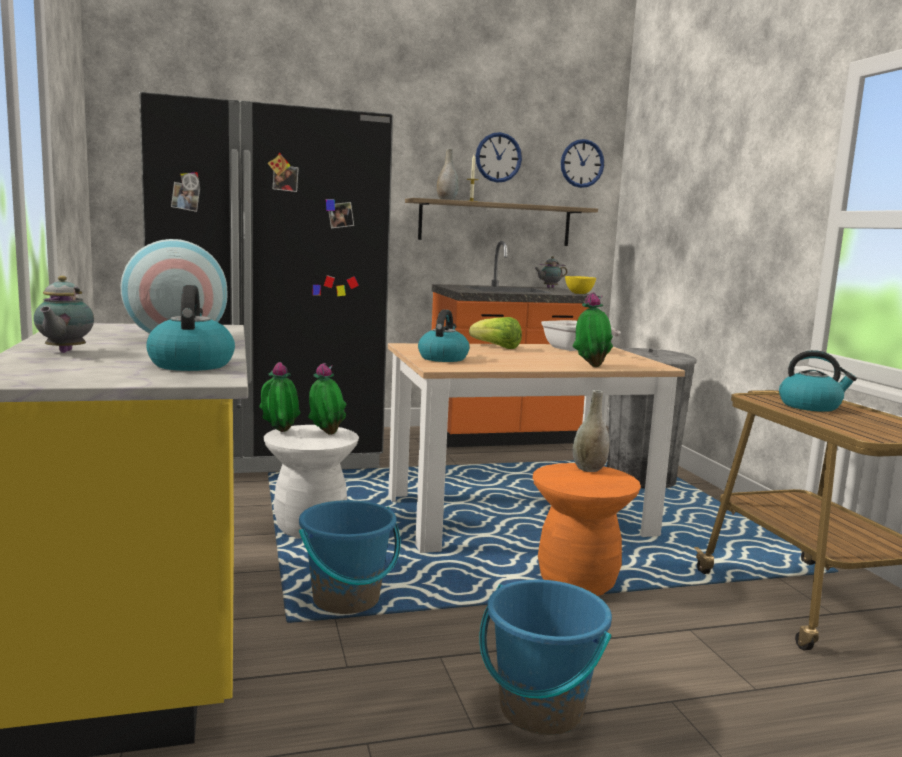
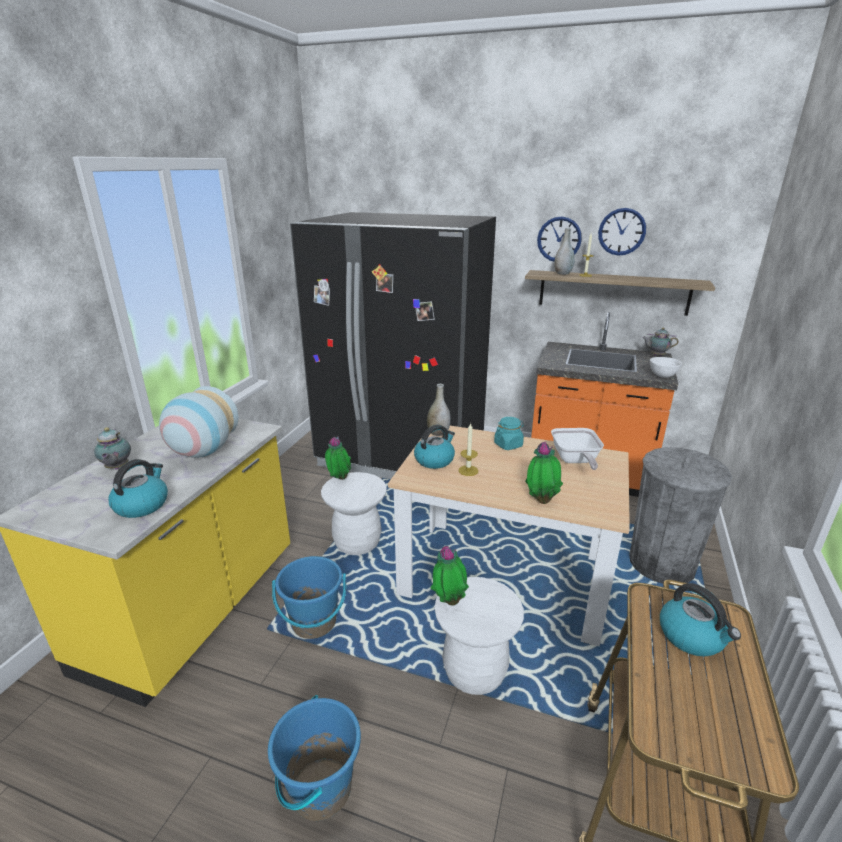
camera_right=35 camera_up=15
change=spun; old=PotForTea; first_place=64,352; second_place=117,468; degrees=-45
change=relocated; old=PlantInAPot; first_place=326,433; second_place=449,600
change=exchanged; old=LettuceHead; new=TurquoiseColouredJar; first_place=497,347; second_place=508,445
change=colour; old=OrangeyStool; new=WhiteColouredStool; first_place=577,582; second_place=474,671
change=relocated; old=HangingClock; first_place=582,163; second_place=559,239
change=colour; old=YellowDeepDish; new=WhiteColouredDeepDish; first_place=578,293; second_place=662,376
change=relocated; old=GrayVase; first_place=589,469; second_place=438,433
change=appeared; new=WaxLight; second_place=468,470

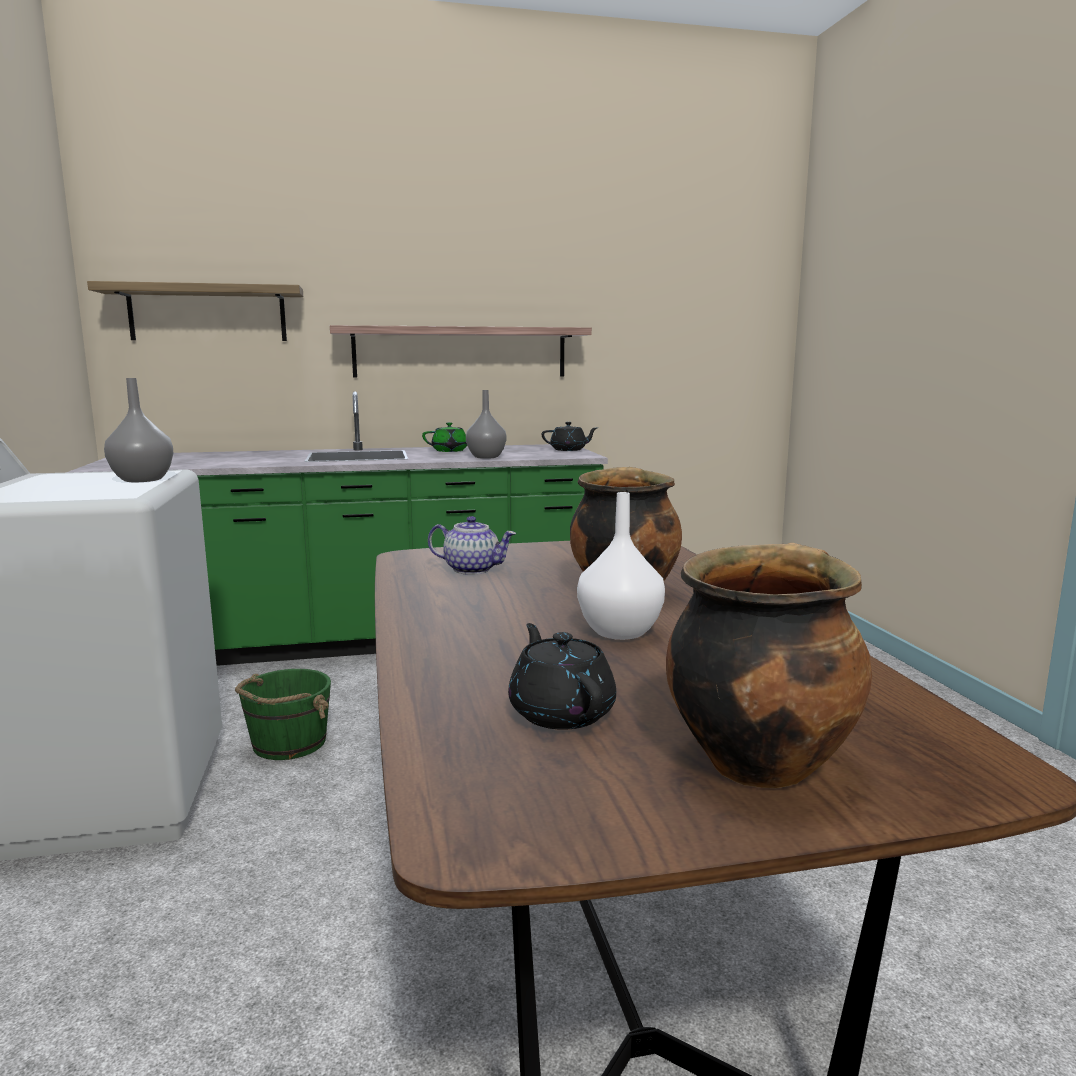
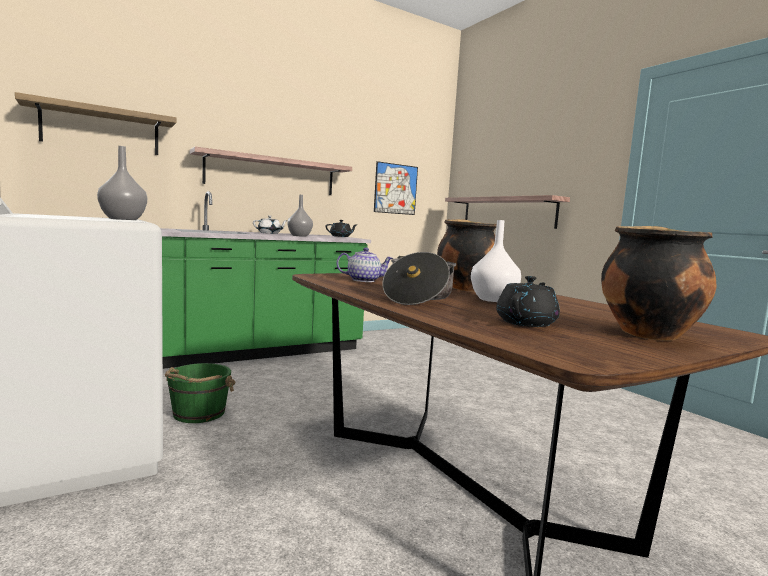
camera_right=-20 camera_up=-5
change=colour; old=GreenPotForTea; new=WhiteColouredPotForTea; first_place=451,451; second_place=270,233
change=spun; old=BlackColouredPotForTea; first_place=561,712; second_place=526,323; degrees=75
change=appeared; new=WallPicture; second_place=395,189
change=appeared; new=CookingPot; second_place=418,297
change=appeared; new=WallShelf; second_place=507,212

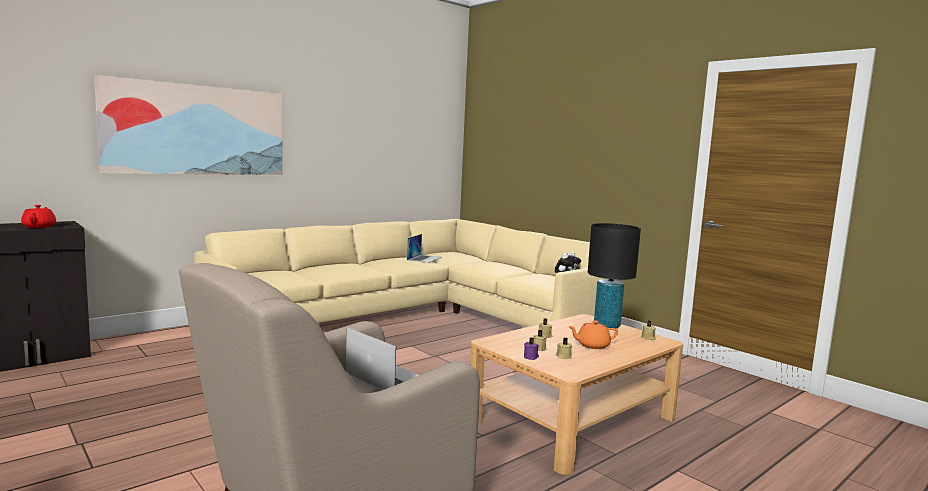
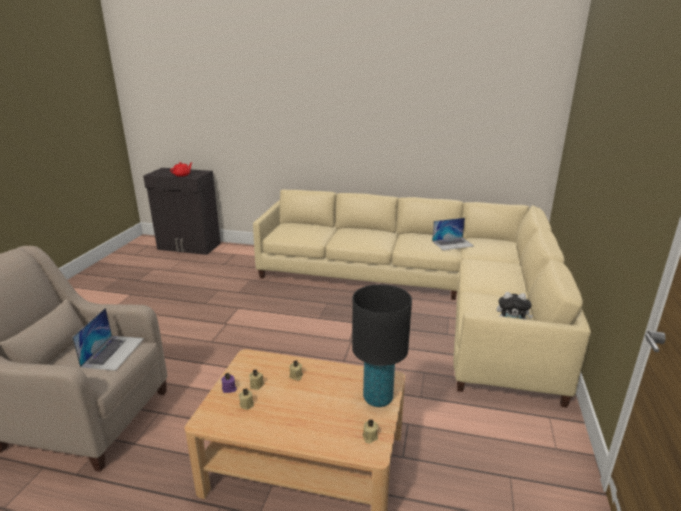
camera_right=55 camera_up=15
change=missing; old=WallPicture; first_place=197,130
change=missing; old=OrangeyPotForTea; first_place=592,345

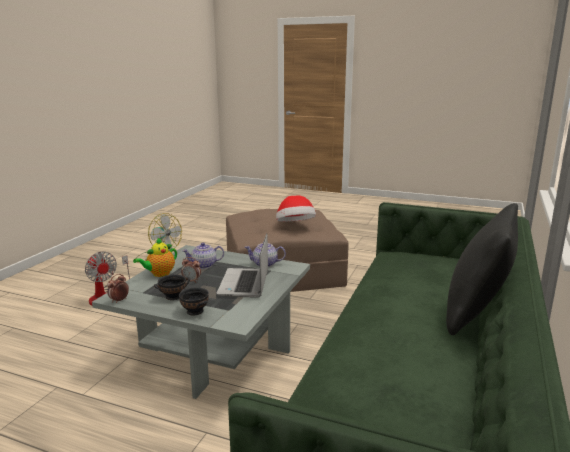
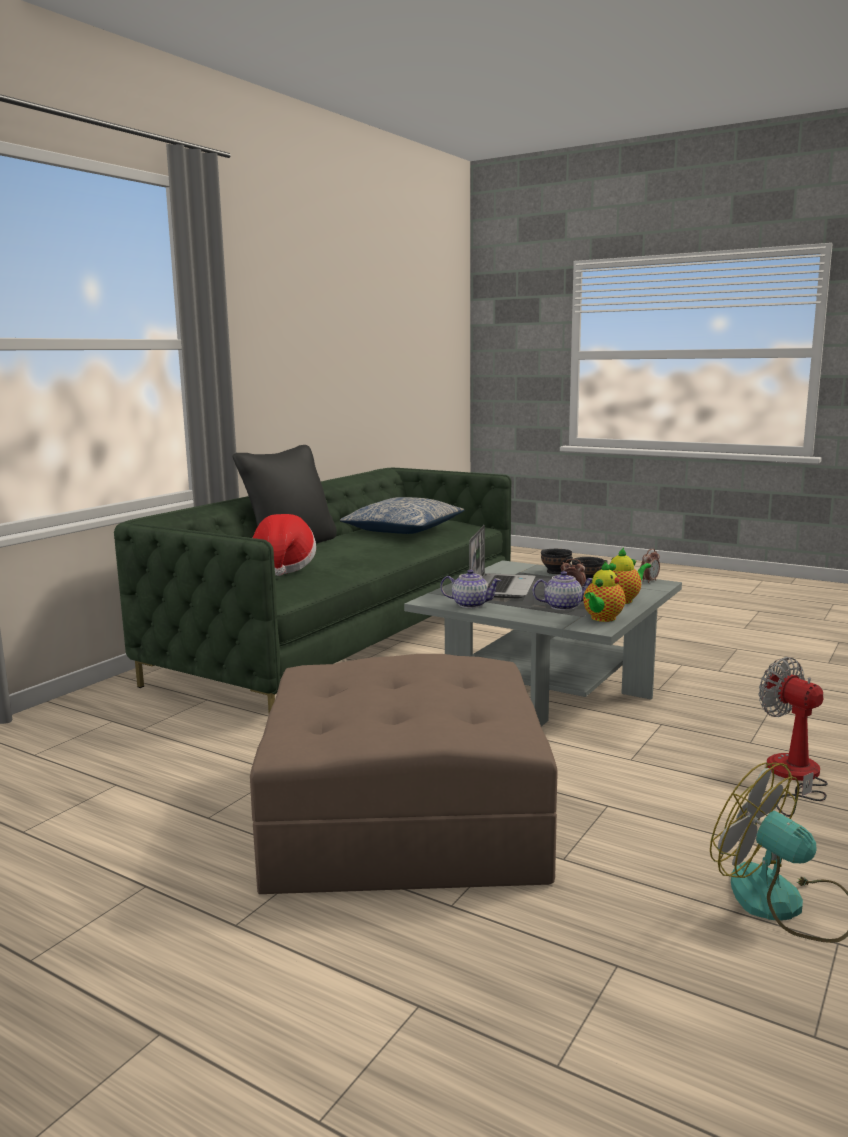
camera_right=-170 camera_up=-5
change=relocated; old=Hat; first_place=295,226; second_place=283,567
change=appeared; new=Pillow; second_place=403,529
change=appeared; new=PotForTea; second_place=602,619

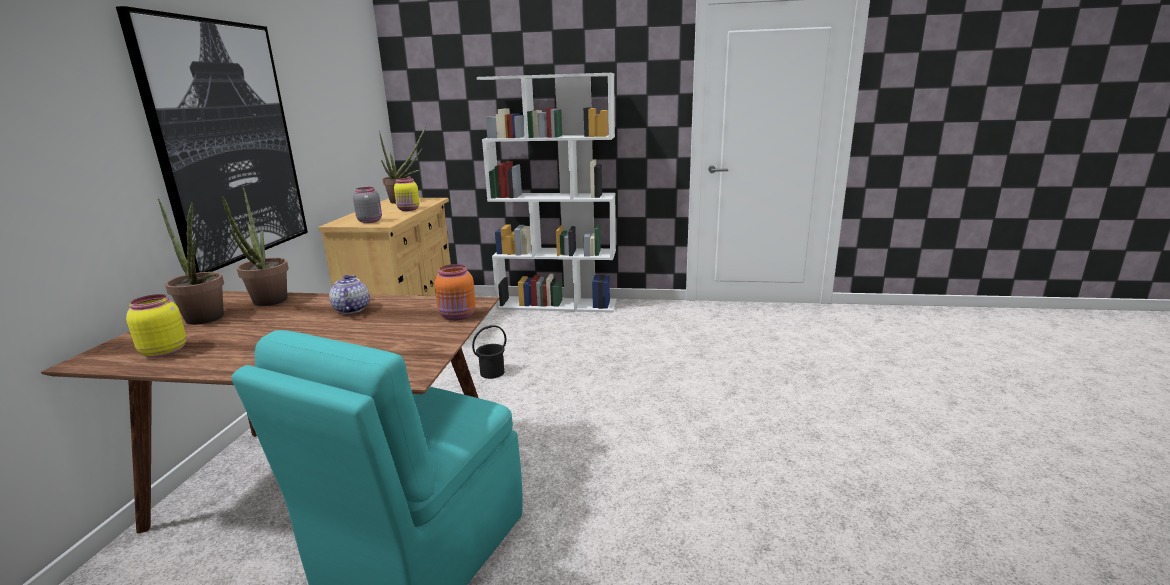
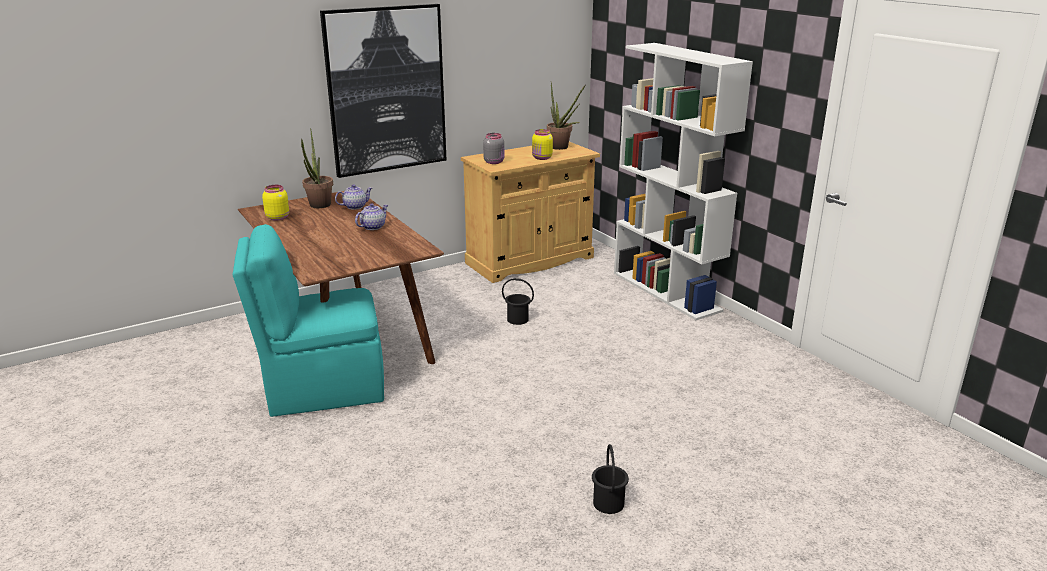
camera_right=50 camera_up=5
change=exchanged; old=PlantInAPot; new=PotForTea; first_place=268,303; second_place=355,206
change=missing; old=OrangeyJar; first_place=458,316
change=appeared; new=BlackColouredPail; second_place=609,503

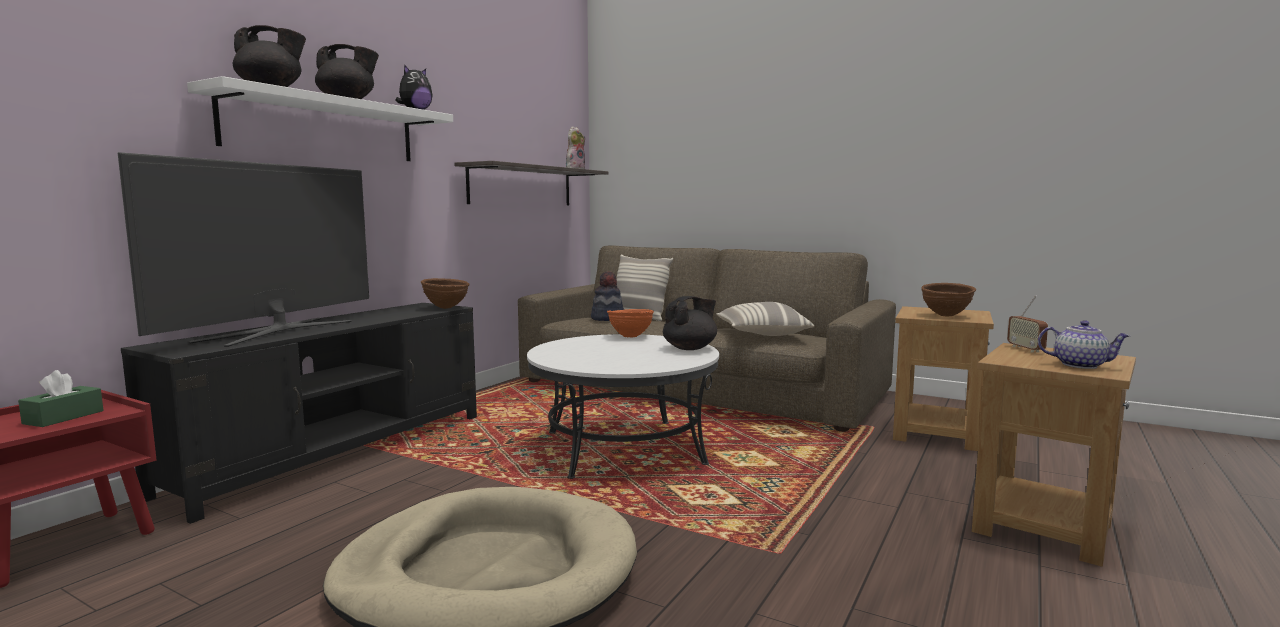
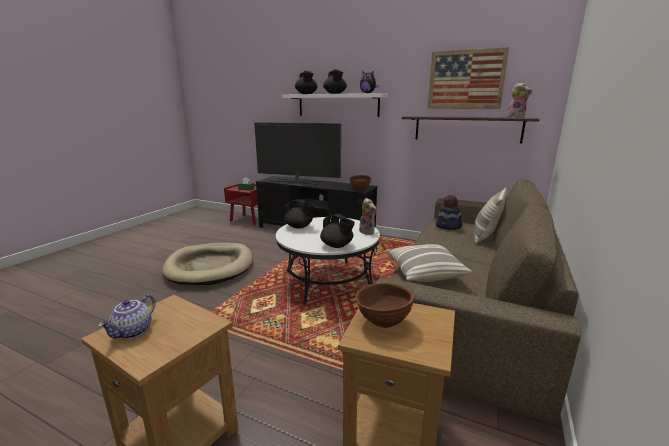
camera_right=85 camera_up=10
change=exchanged; old=OrangeyDeepDish; new=PlushToy; first_place=630,337; second_place=368,232
change=missing; old=RadioSet; first_place=1026,349
change=appeared; new=BlackColouredPotForTea; second_place=299,227
change=appeared; new=WallPicture; second_place=466,79

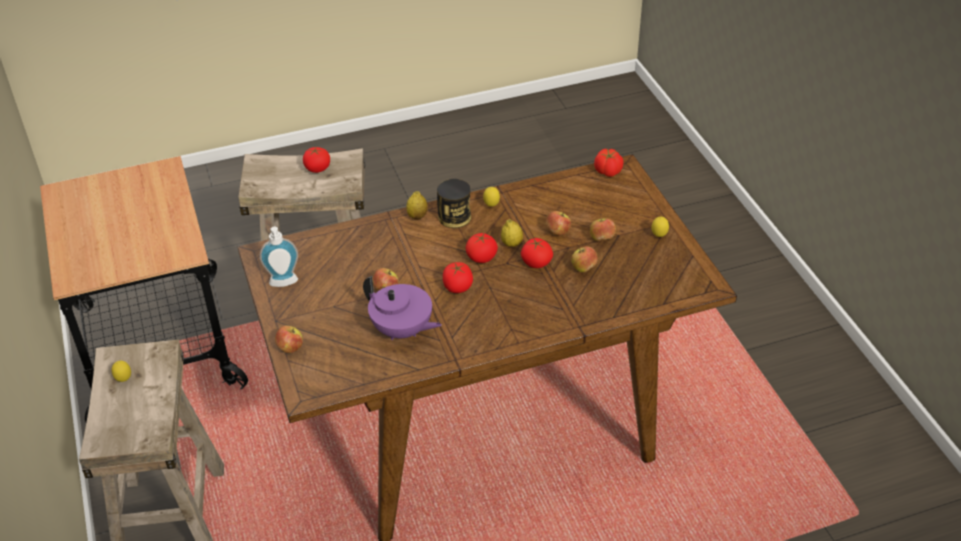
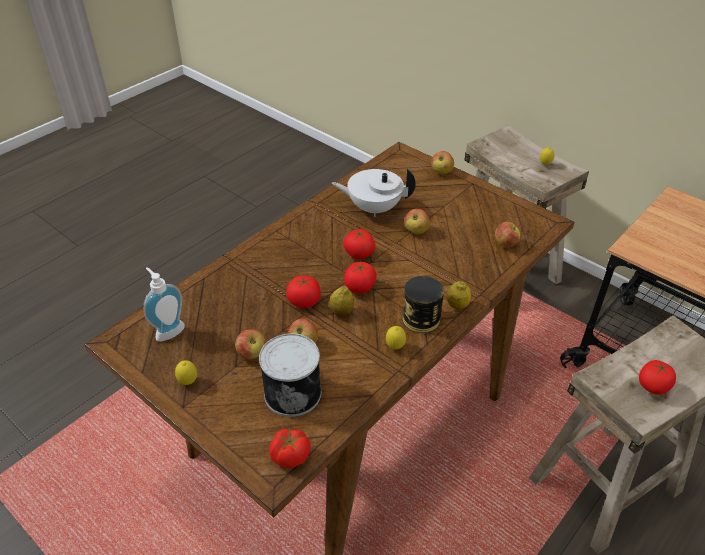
camera_right=150 camera_up=0
change=relocated; old=SoapBottle; first_place=284,284; second_place=168,330
change=colour; old=PurpleColouredPotForTea; new=WhiteColouredPotForTea; first_place=402,330; second_place=374,208
change=relocated; old=AppleFruit; first_place=583,268; second_place=505,243
change=appeared; new=SealedCan; second_place=293,392

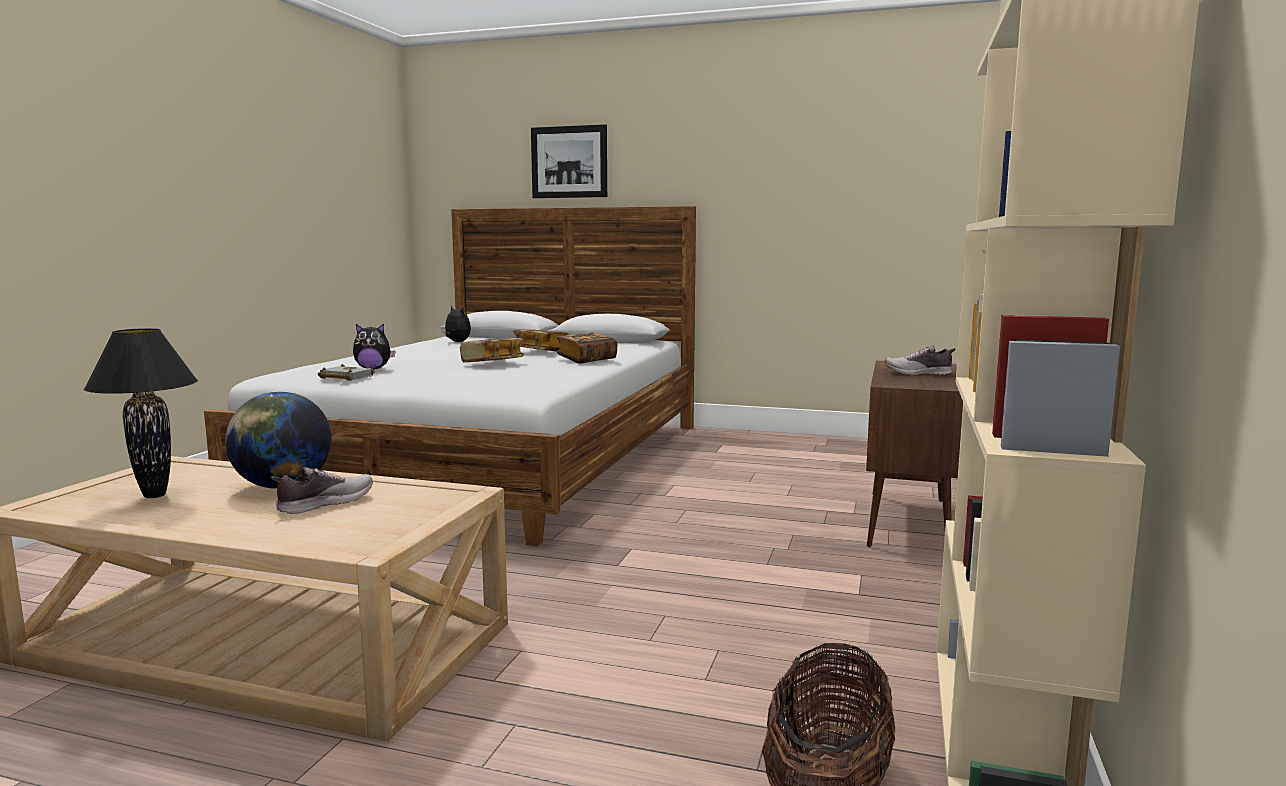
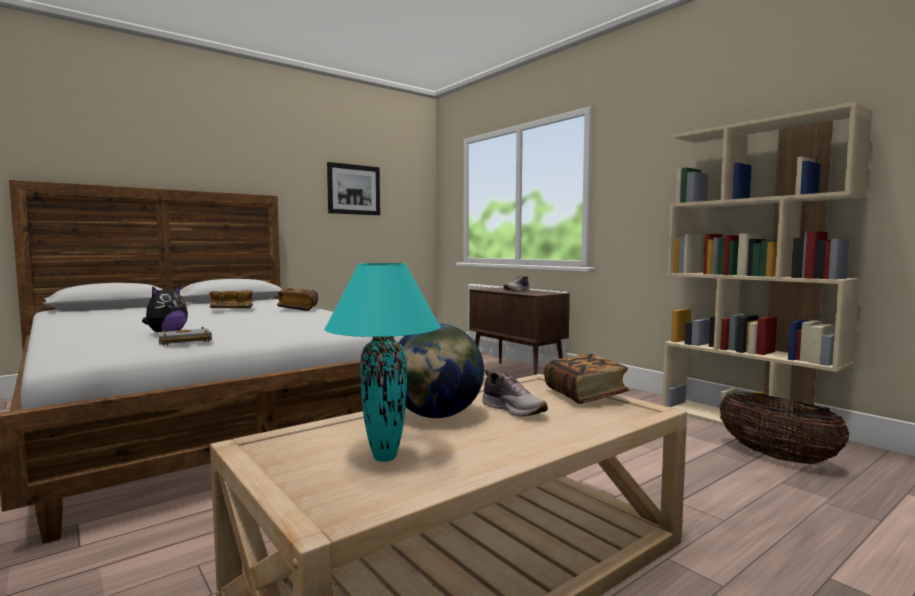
camera_right=-55 camera_up=-5
change=colour; old=BlackColouredTabletopLamp; new=TurquoiseColouredTabletopLamp; first_place=155,495; second_place=383,457
change=spun; old=ItemOfFootwear; first_place=324,503; second_place=513,410; degrees=150
change=missing; old=PlushToy; first_place=456,342
change=relocated; old=BoundBook; first_place=492,363; second_place=585,395
change=relocated; old=WallPicture; first_place=569,162; second_place=354,189

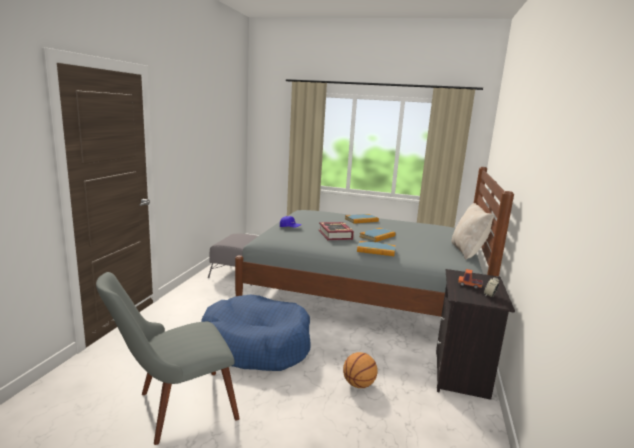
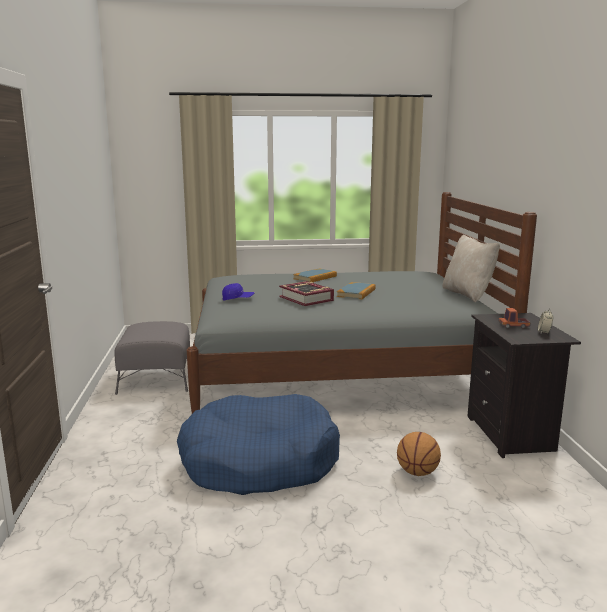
camera_right=-20 camera_up=0
change=missing; old=GrayChair; first_place=174,409
change=missing; old=BoundBook; first_place=376,250

